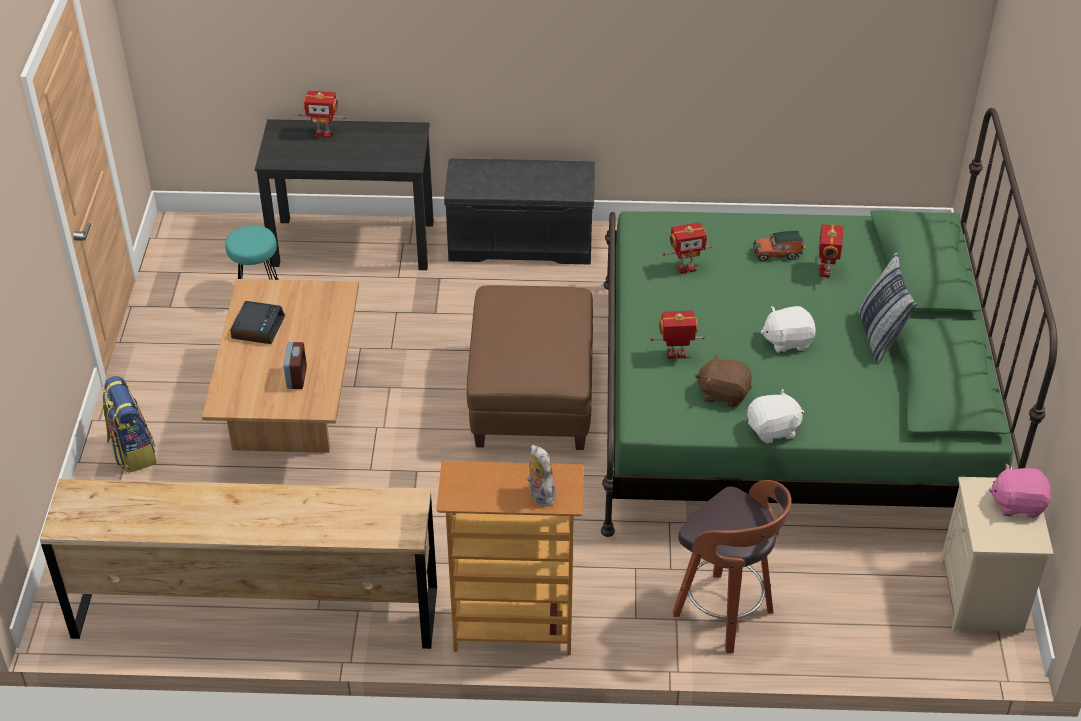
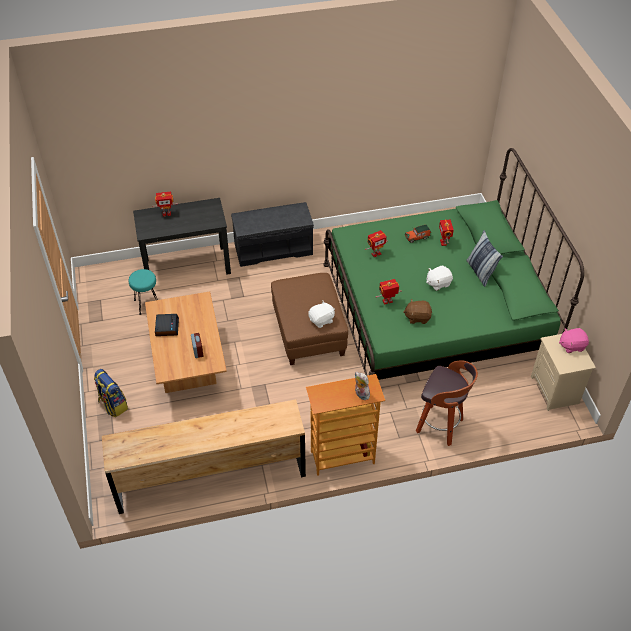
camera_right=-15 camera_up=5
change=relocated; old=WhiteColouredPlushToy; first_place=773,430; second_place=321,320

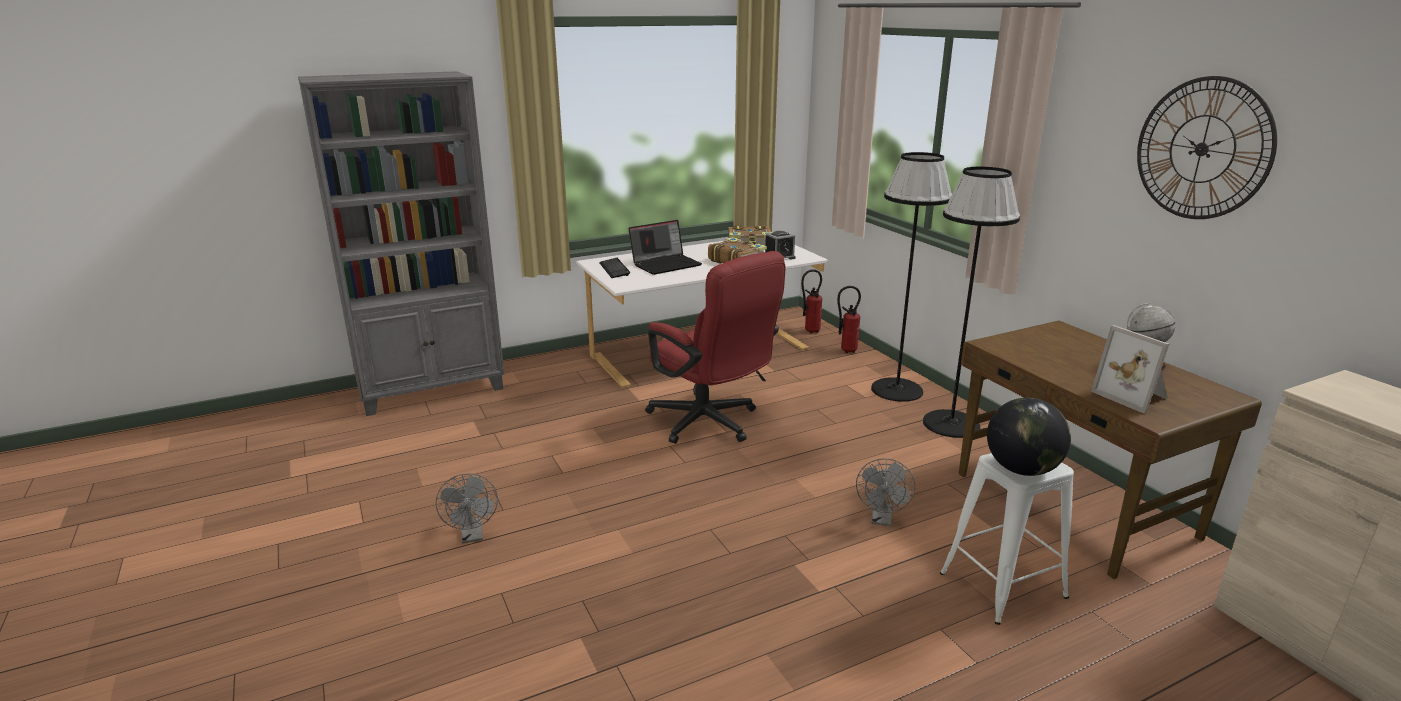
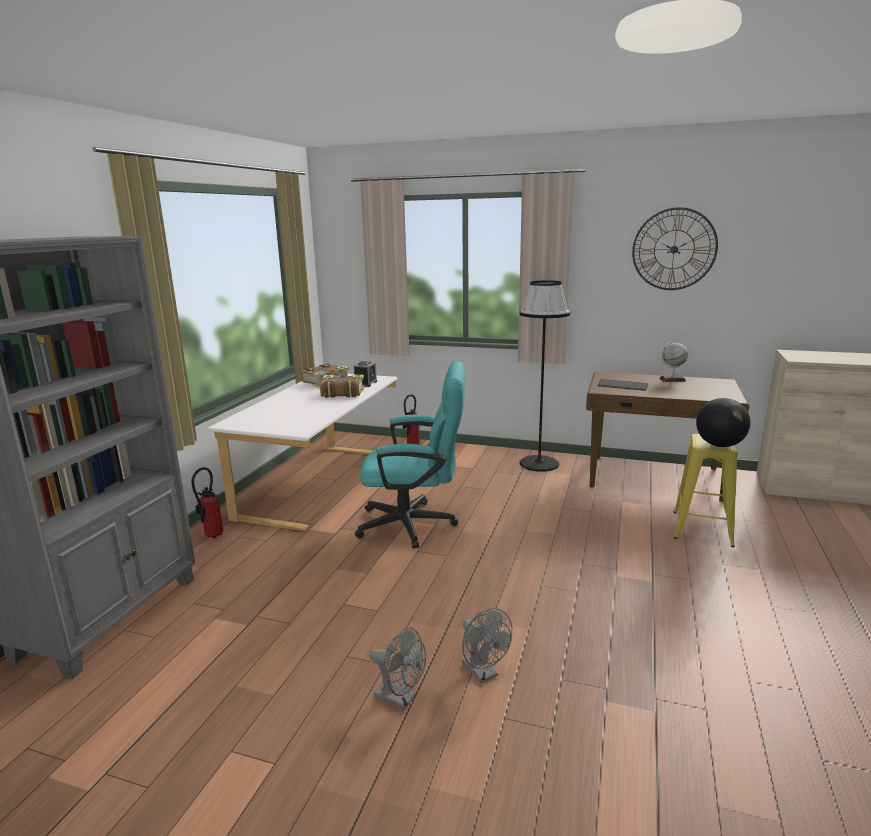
camera_right=-45 camera_up=-5
change=relocated; old=ComputerKeyboard; first_place=614,269; second_place=622,386
change=missing; old=NotebookComputer; first_place=666,264
change=colour; old=RedColouredDeskChair; new=TurquoiseColouredDeskChair; first_place=710,424; second_place=416,524
change=relocated; old=Extinguisher; first_place=809,331; second_place=211,536
change=relocated; old=GrayCoolingFan; first_place=882,519; second_place=483,673
change=missing; old=BlackColouredFloorLamp; first_place=897,389
change=colour; old=WhiteColouredStool; new=YellowStool; first_place=1002,585; second_place=702,528
change=missing; old=StandingFrame; first_place=1133,396

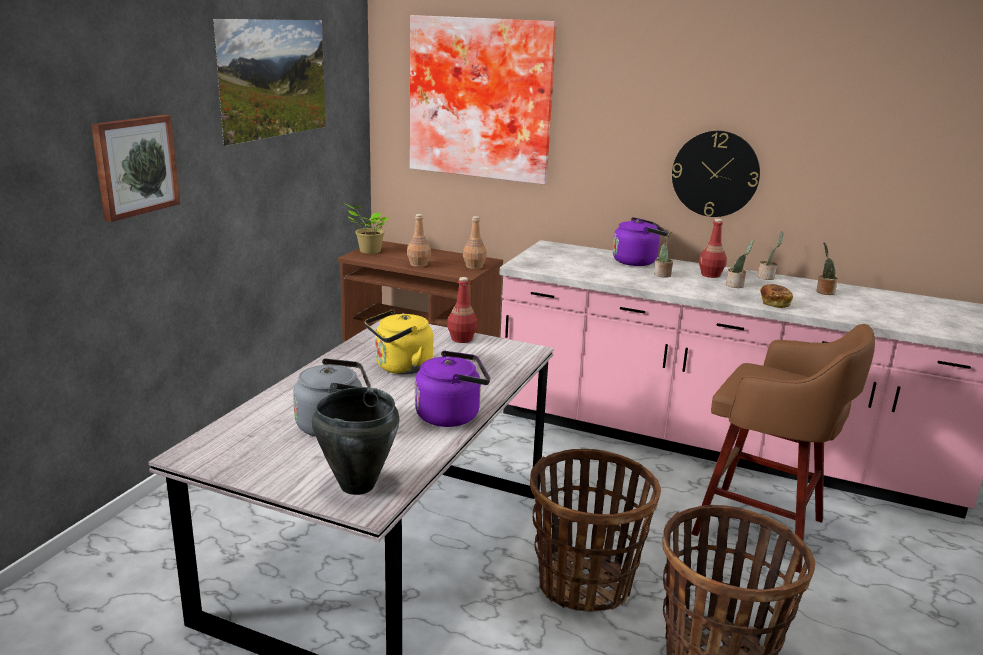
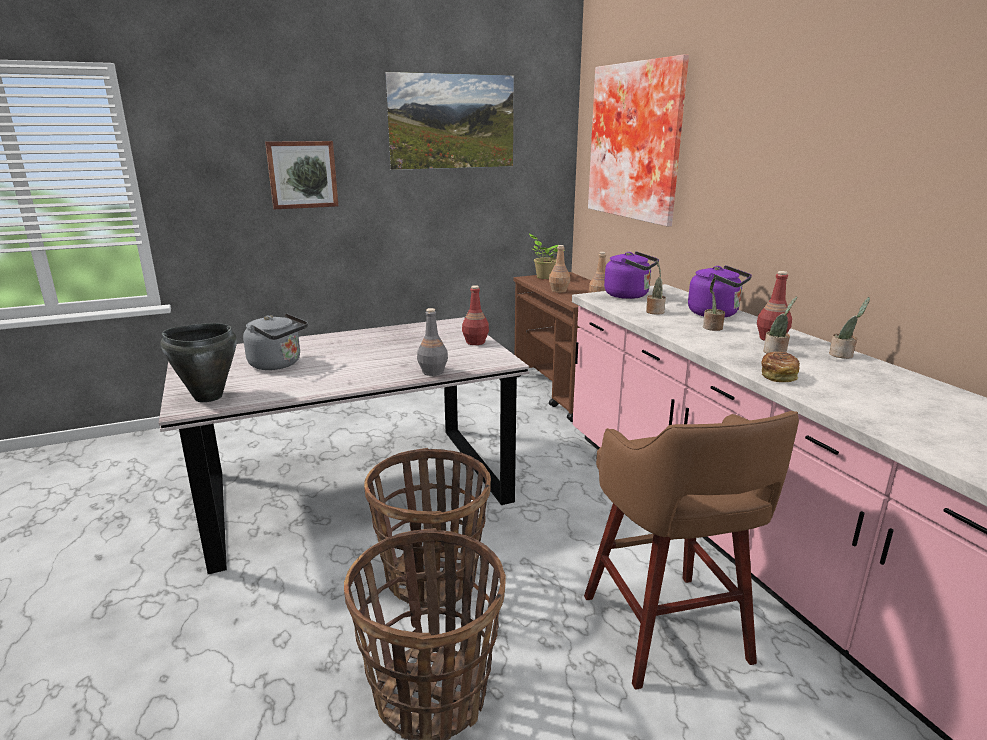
camera_right=45 camera_up=0
change=missing; old=YellowTeaKettle; first_place=400,367
change=relocated; old=PurpleColouredTeaKettle; first_place=451,415; second_place=629,295
change=missing; old=HangingClock; first_place=715,174
change=relocated; old=PlantInAPot; first_place=824,292; second_place=654,311
change=appeared; new=GrayBottle; second_place=433,372

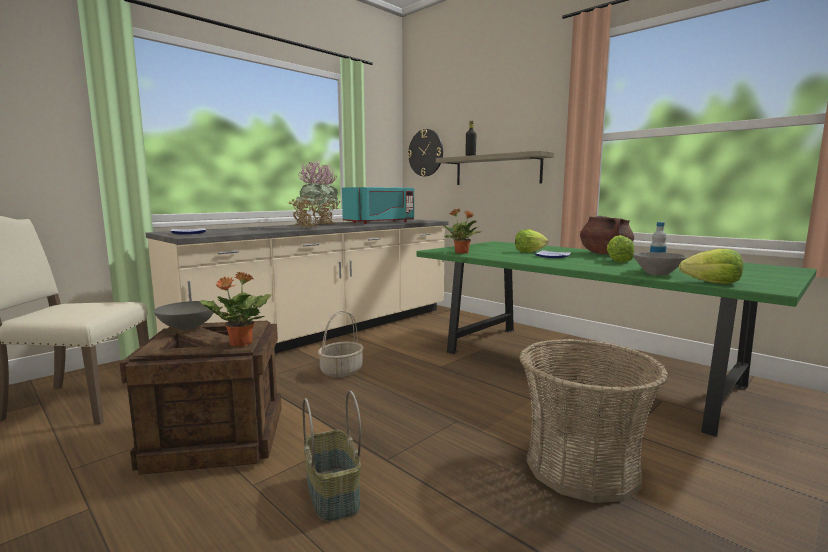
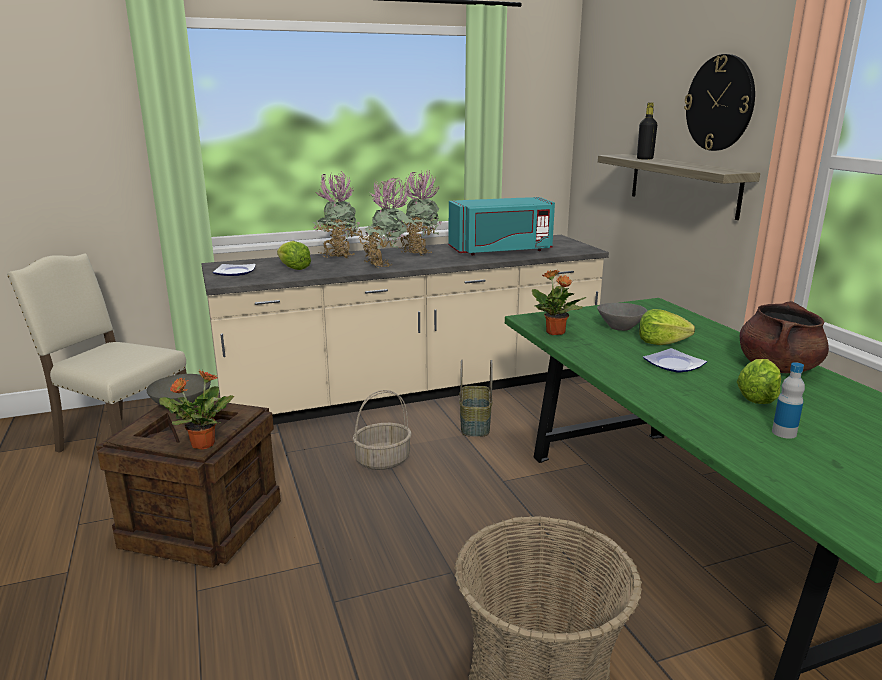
camera_right=25 camera_up=10
change=relocated; old=HouseholdBasket; first_place=331,494; second_place=474,424
change=relocated; old=HangingClock; first_place=425,153; second_place=720,103
change=relocated; old=GrayDeepDish; first_place=656,274; second_place=620,327
change=relocated; old=LettuceHead; first_place=712,283; second_place=293,268
change=appeared; new=PlantInAPot; second_place=338,256

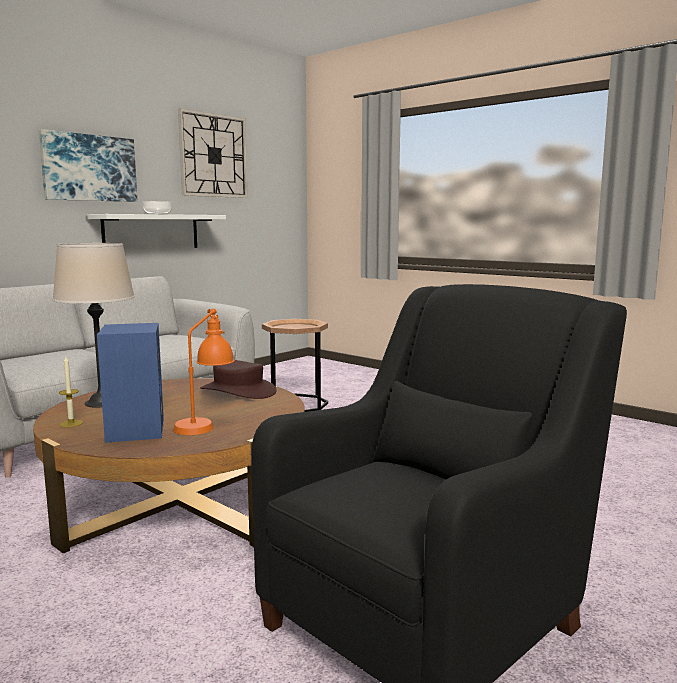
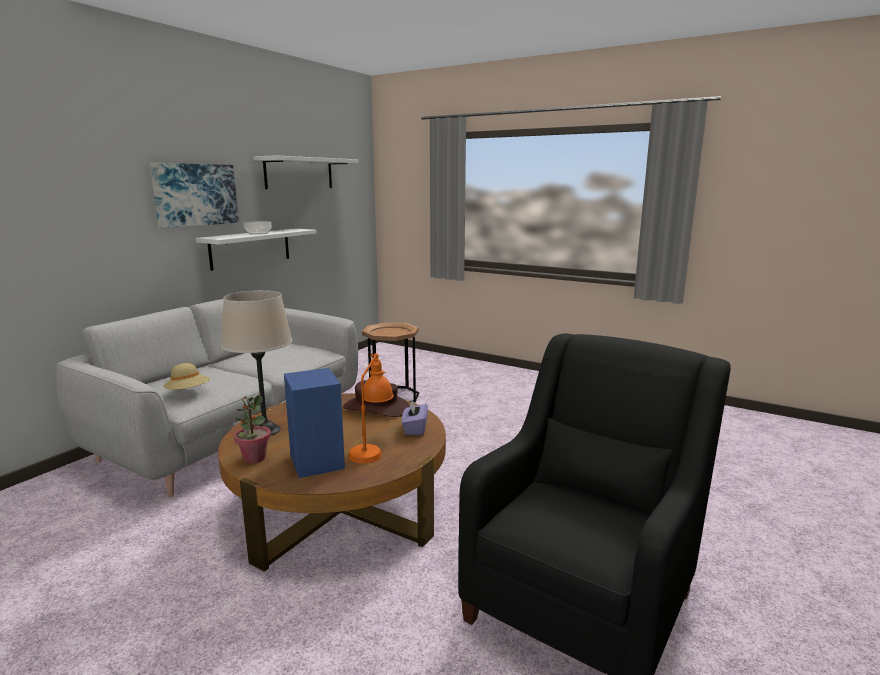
camera_right=-10 camera_up=5
change=exchanged; old=WaxLight; new=PlantInAPot; first_place=71,423; second_place=254,458
change=exchanged; old=HangingClock; new=WhiteColouredWallShelf; first_place=213,155; second_place=299,173
change=appeared; new=BeigeColouredHat; second_place=188,392
change=appeared; new=PurpleColouredTissueHolder; second_place=415,429

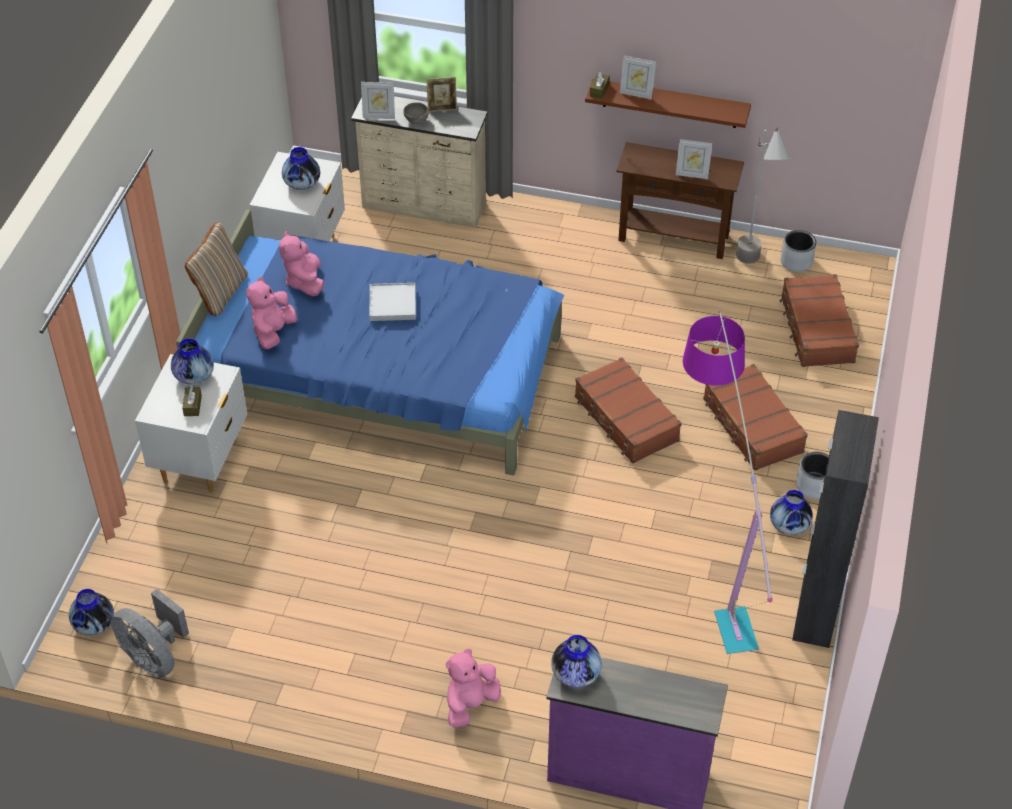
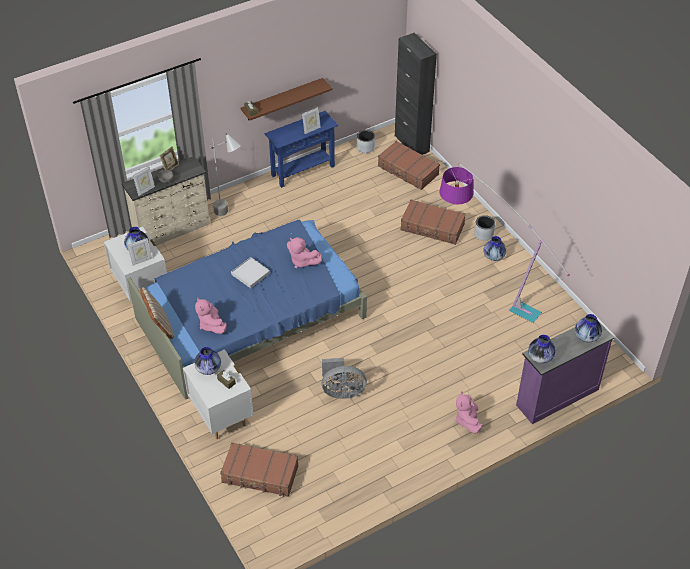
camera_right=-45 camera_up=0
change=relocated; old=Vase; first_place=94,624; second_place=586,336
change=relocated; old=GrayCoolingFan; first_place=154,657; second_place=342,391
change=relocated; old=PinkishPlushToy; first_place=305,282; second_place=302,261
change=relocated; old=BrownColouredSuitcase; first_place=625,419; second_place=260,475
change=colour; old=BrownColouredConsoleTable; new=BlueConsoleTable; first_place=673,238; second_place=303,170
change=relocated; old=StandingFrame; first_place=636,94; second_place=141,260
change=relocated; old=GrayFloorLamp; first_place=752,269; second_place=230,216
change=relocated; old=BlackColouredStorageCabinet; first_place=816,611; second_place=411,144

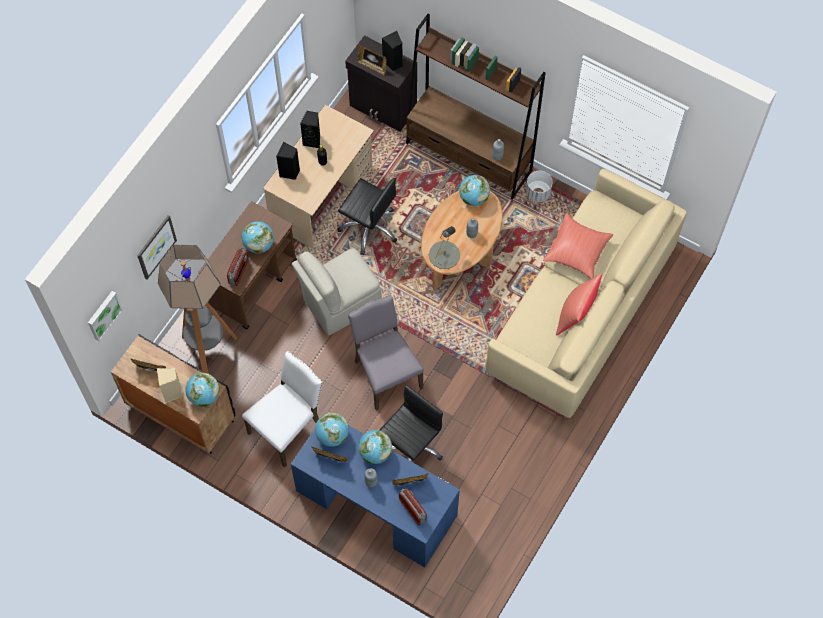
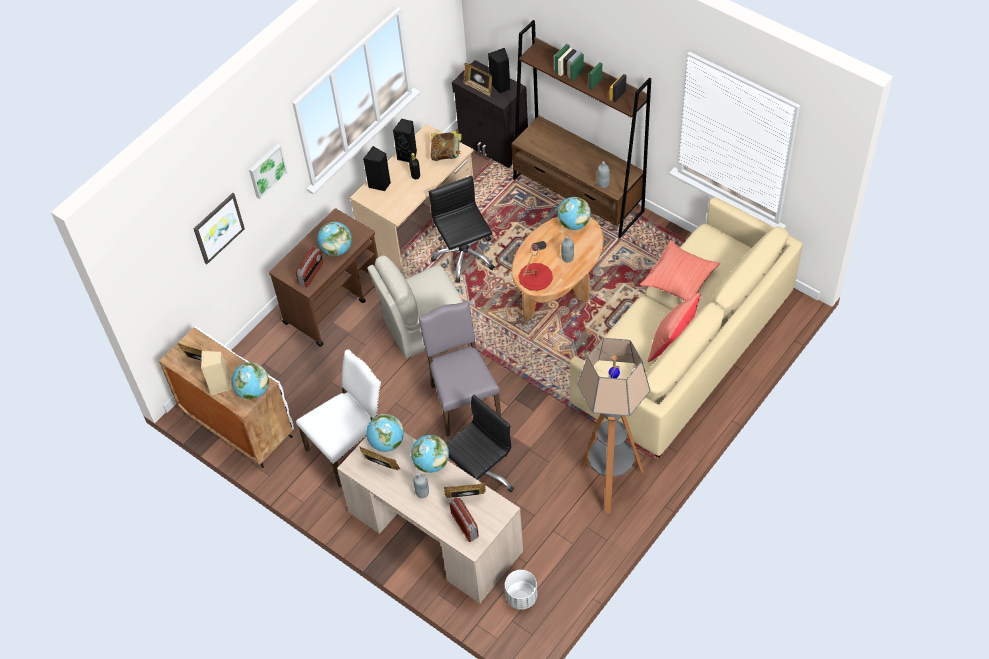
camera_right=10 camera_up=-10
change=relocated; old=WallPicture; first_place=103,315; second_place=266,170
change=colour; old=BlackColouredStorageCabinet; new=WhiteColouredStorageCabinet; first_place=180,413; second_place=237,424
change=relocated; old=FloorLamp; first_place=208,350; second_place=610,482
change=colour; old=BlueDesk; new=BeigeColouredDesk; first_place=376,502; second_place=435,530
change=spun; old=BlackColouredDeskChair; first_place=369,227; second_place=464,256; degrees=-150
change=colour; old=GrayTabletopLamp; new=RedColouredTabletopLamp; first_place=444,255; second_place=535,277
change=relocated; old=WhiteColouredFlowerPot; first_place=538,193; second_place=521,597
change=appeared; new=BoundBook; second_place=446,154

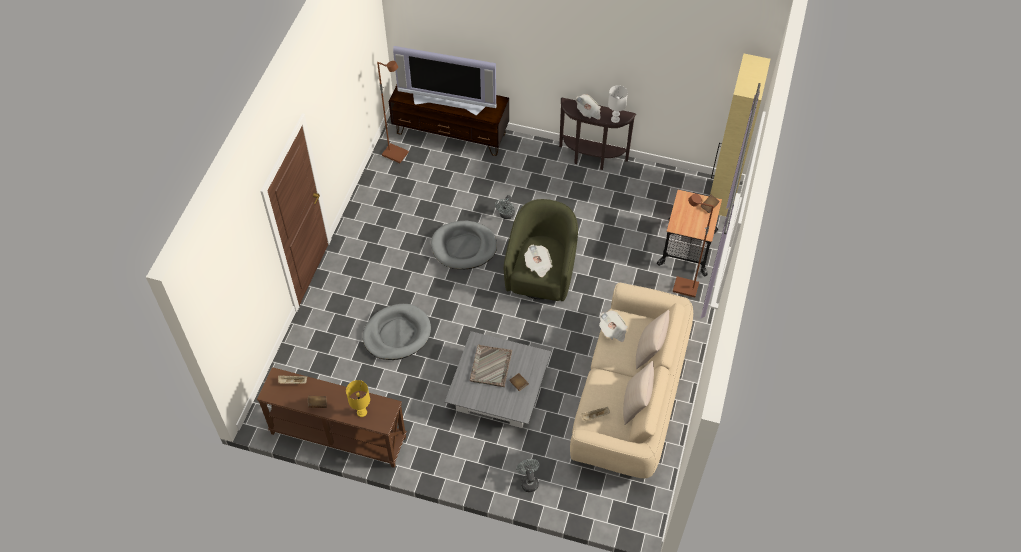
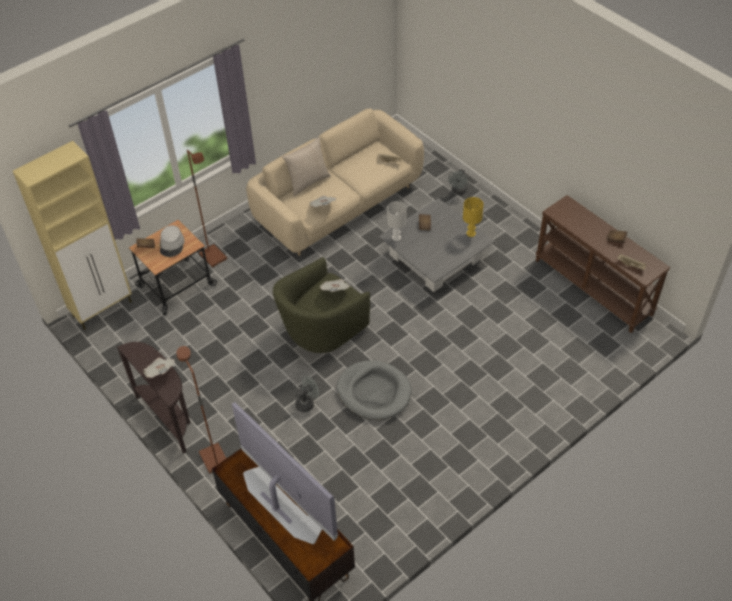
camera_right=-145 camera_up=-5
change=relocated; old=YellowTabletopLamp; first_place=361,412; second_place=471,233
change=missing; old=GrayPetBed; first_place=397,334
change=relocated; old=BrownColouredFloorLamp; first_place=396,154; second_place=213,459
change=missing; old=GrayServingTray; first_place=490,367
change=relocated; old=WhiteColouredTabletopLamp; first_place=615,119; second_place=396,238
change=missing; old=BeigeColouredPillow; first_place=636,404
change=appeared; new=GrayHat; second_place=172,244

